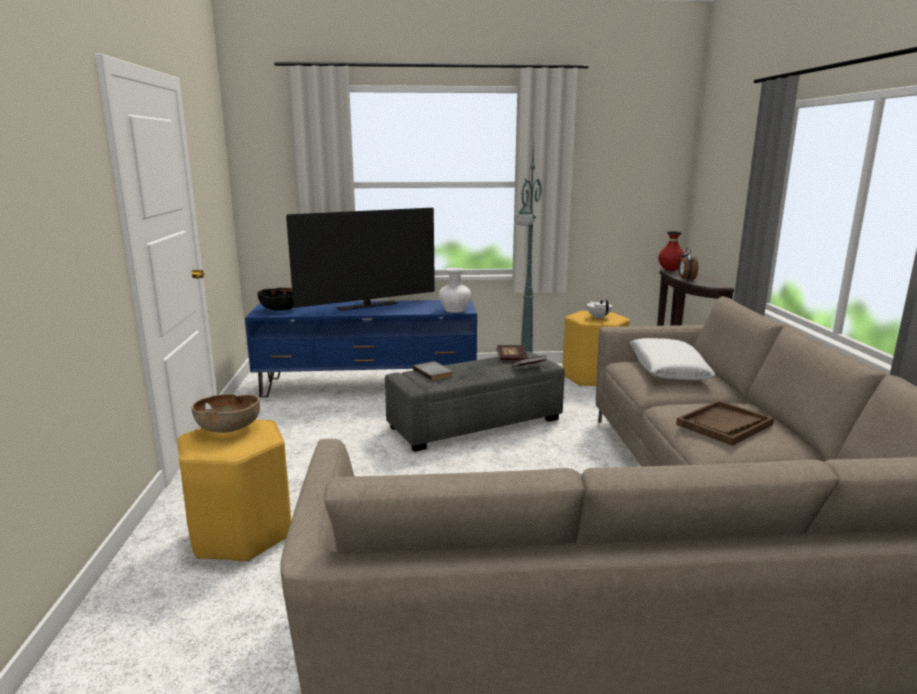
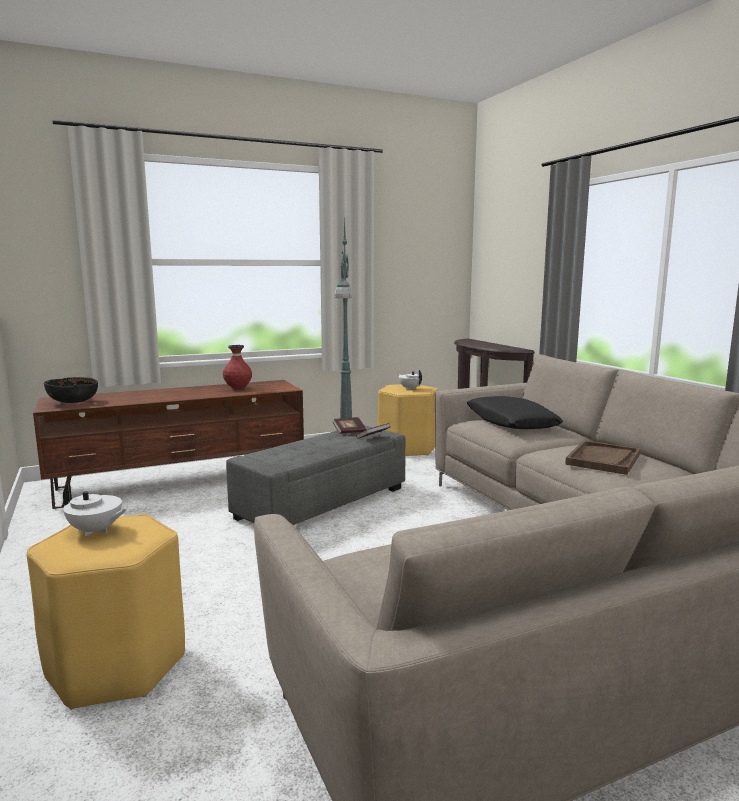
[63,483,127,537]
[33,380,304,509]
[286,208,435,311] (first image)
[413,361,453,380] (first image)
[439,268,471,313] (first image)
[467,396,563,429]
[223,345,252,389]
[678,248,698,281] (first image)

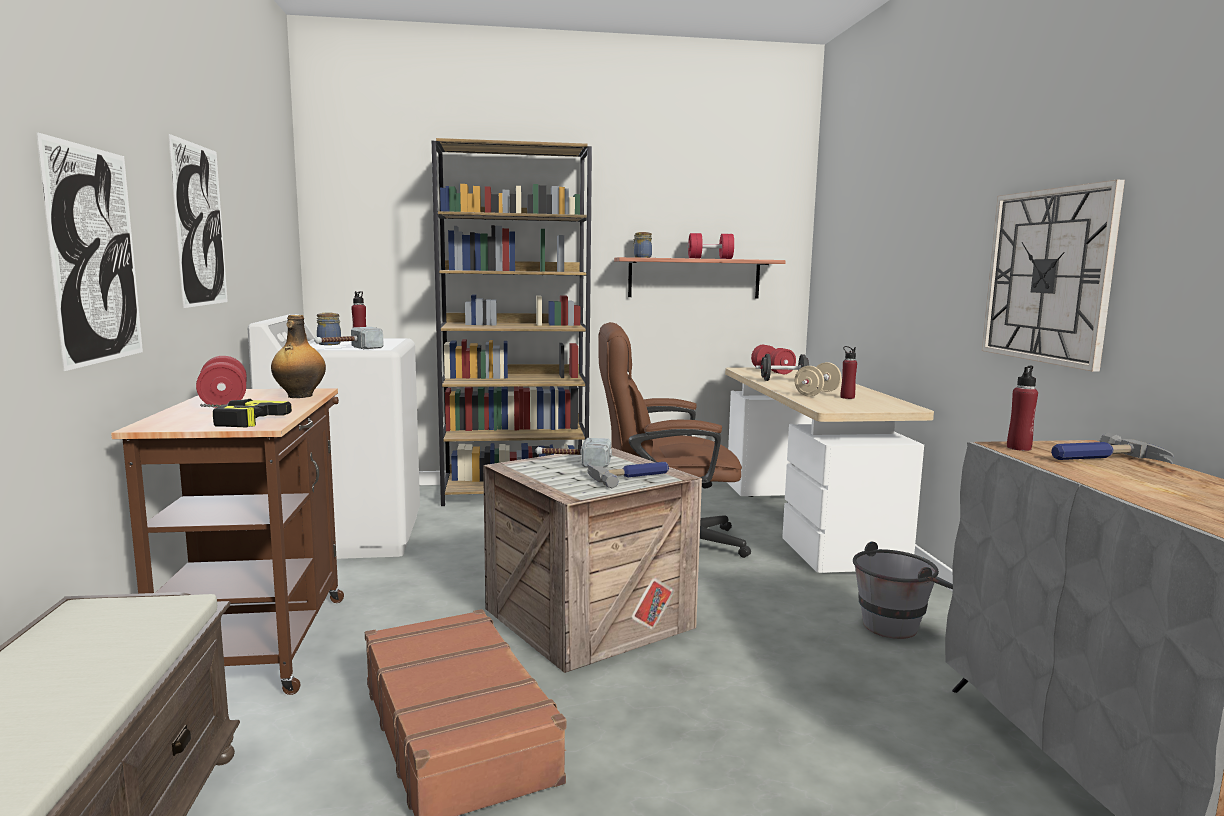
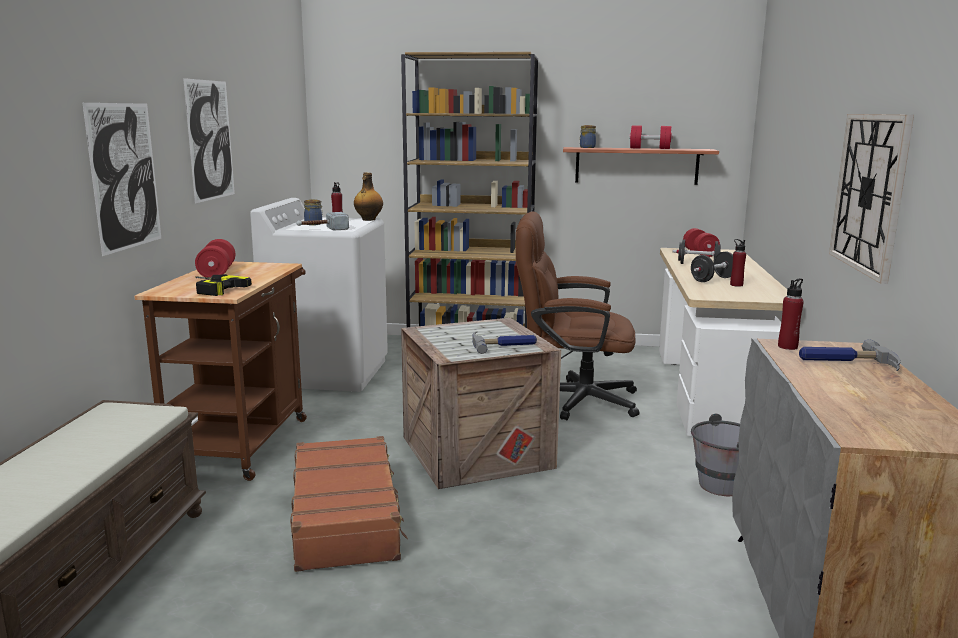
[354,172,383,221]
[536,438,612,468] (first image)
[691,251,733,282]

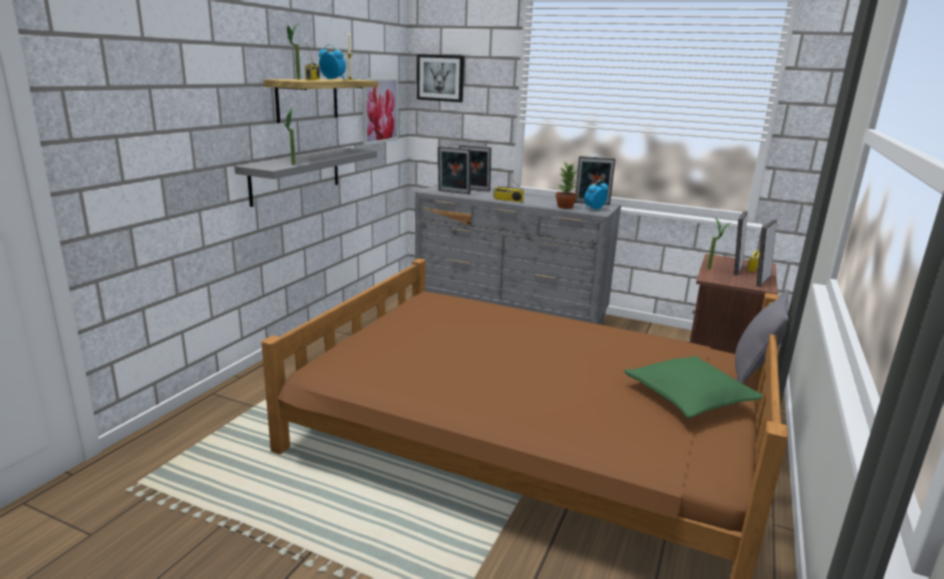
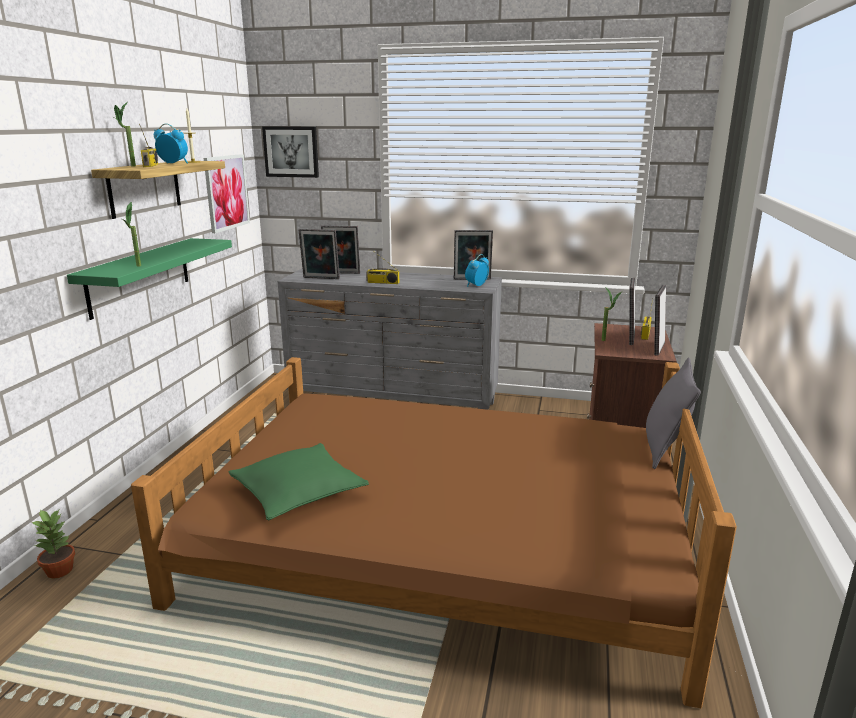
[67,238,232,320]
[32,509,75,578]
[228,443,369,520]

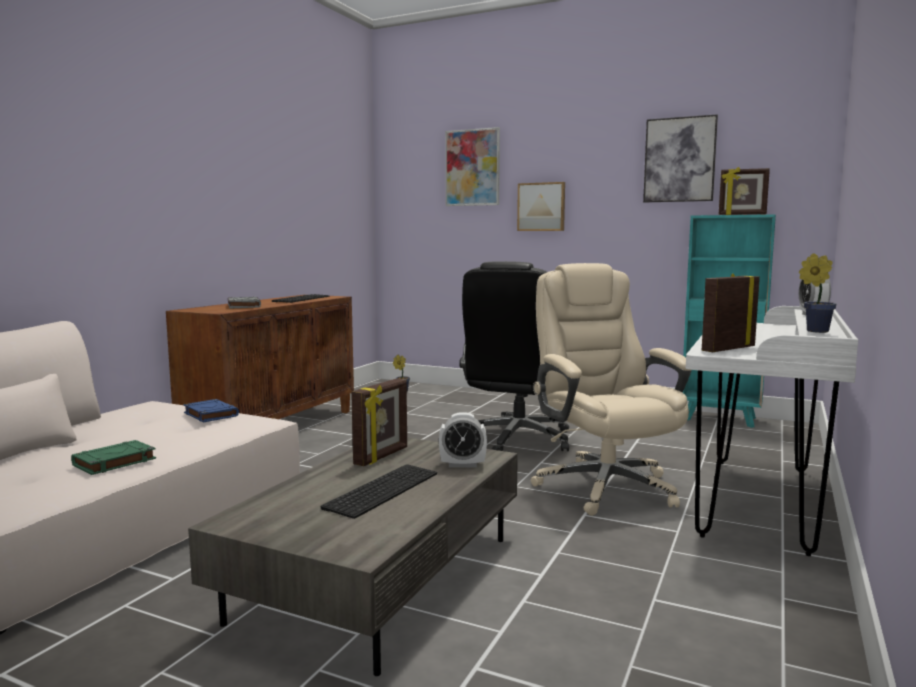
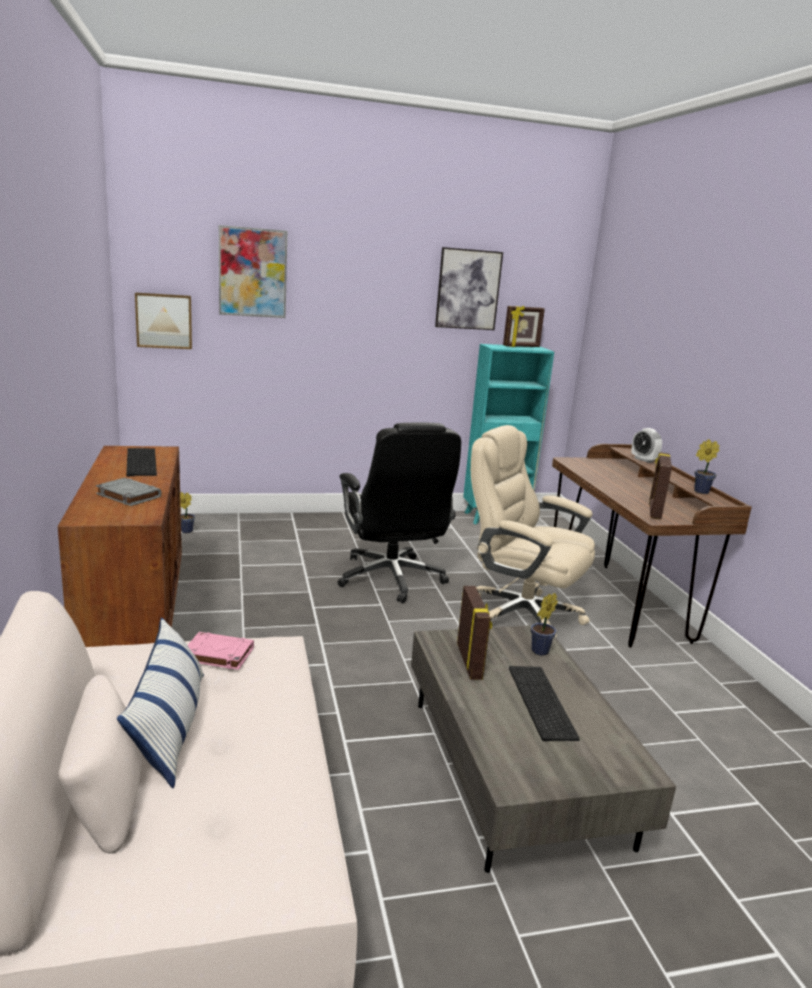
[71,440,156,475] (first image)
[187,632,254,670]
[531,593,558,655]
[135,293,192,349]
[552,444,752,648]
[117,618,204,788]

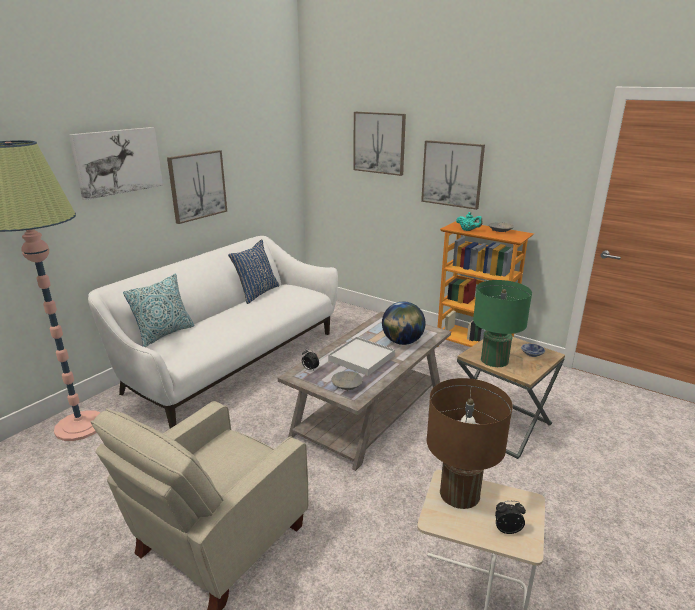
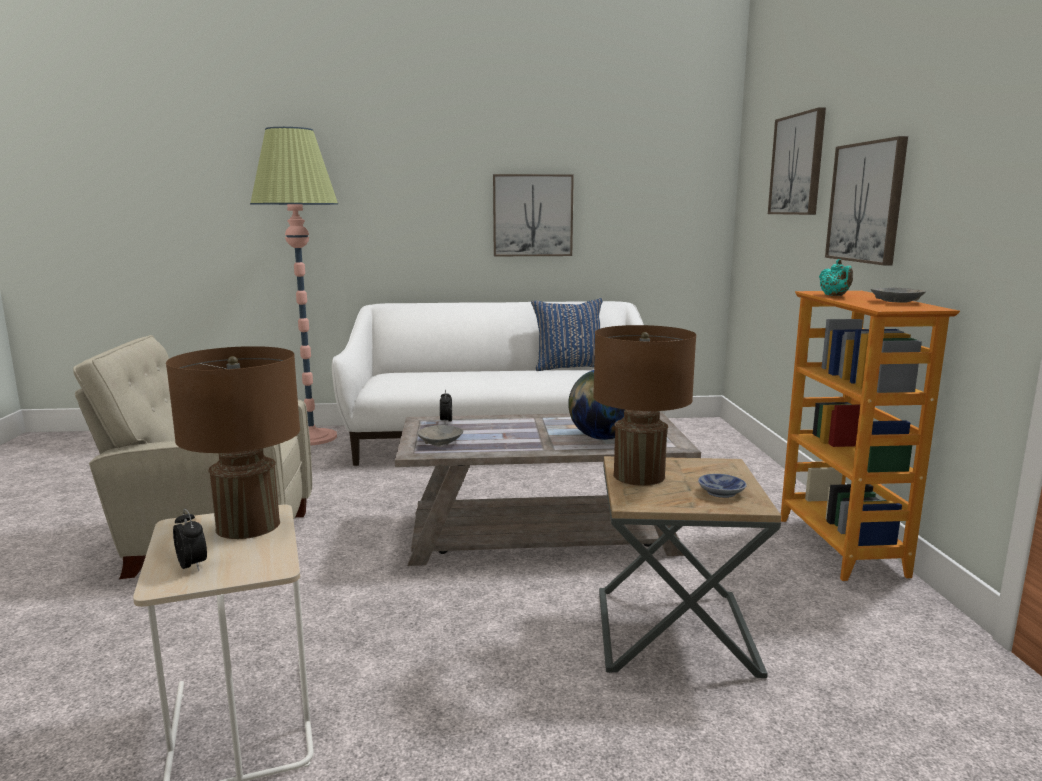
[69,127,163,200] (first image)
[123,273,195,347] (first image)
[328,337,395,376] (first image)
[593,325,696,486]

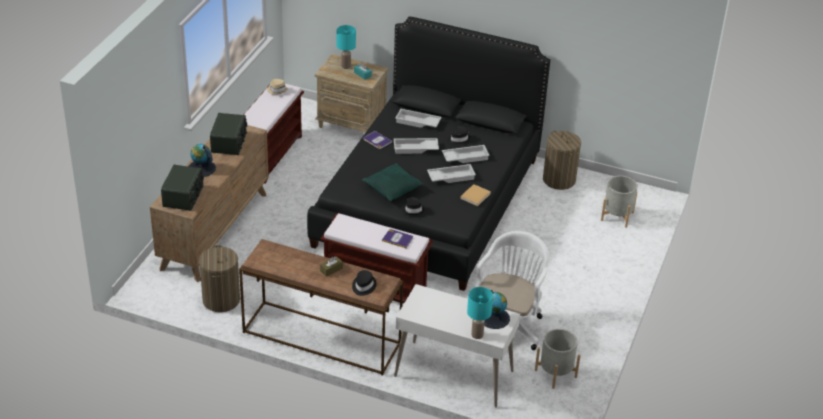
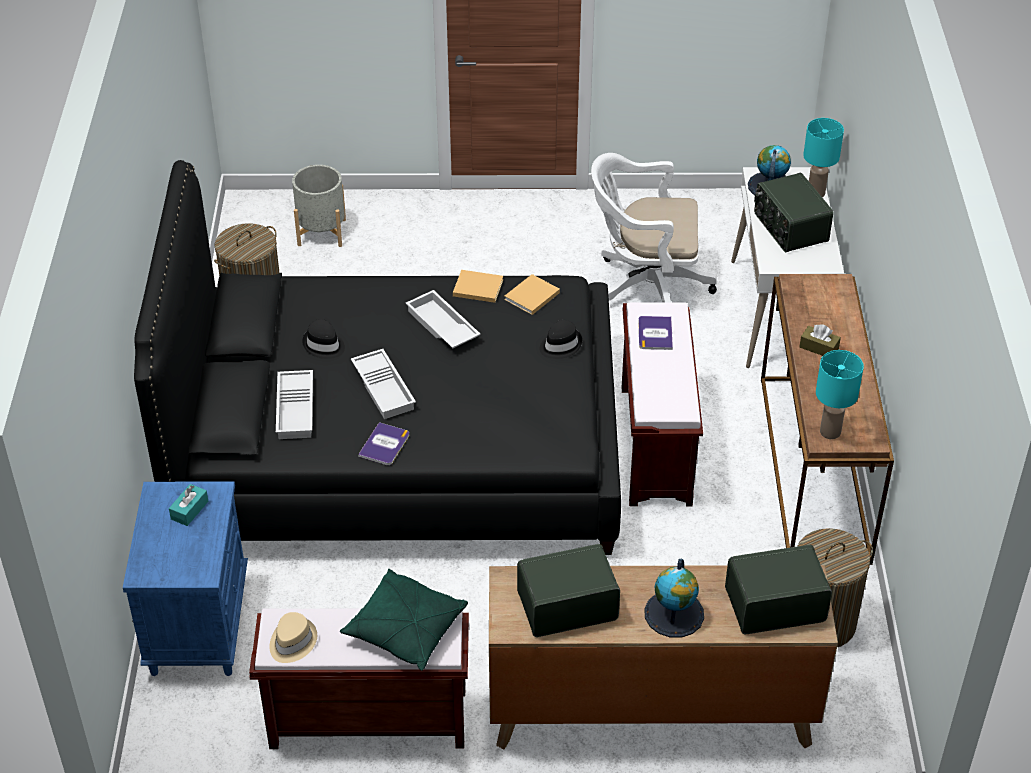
[123,481,248,676]
[816,350,864,439]
[352,270,377,296] (first image)
[340,569,468,671]
[442,145,490,163] (first image)
[535,328,581,389] (first image)
[504,274,560,315]
[754,173,833,252]

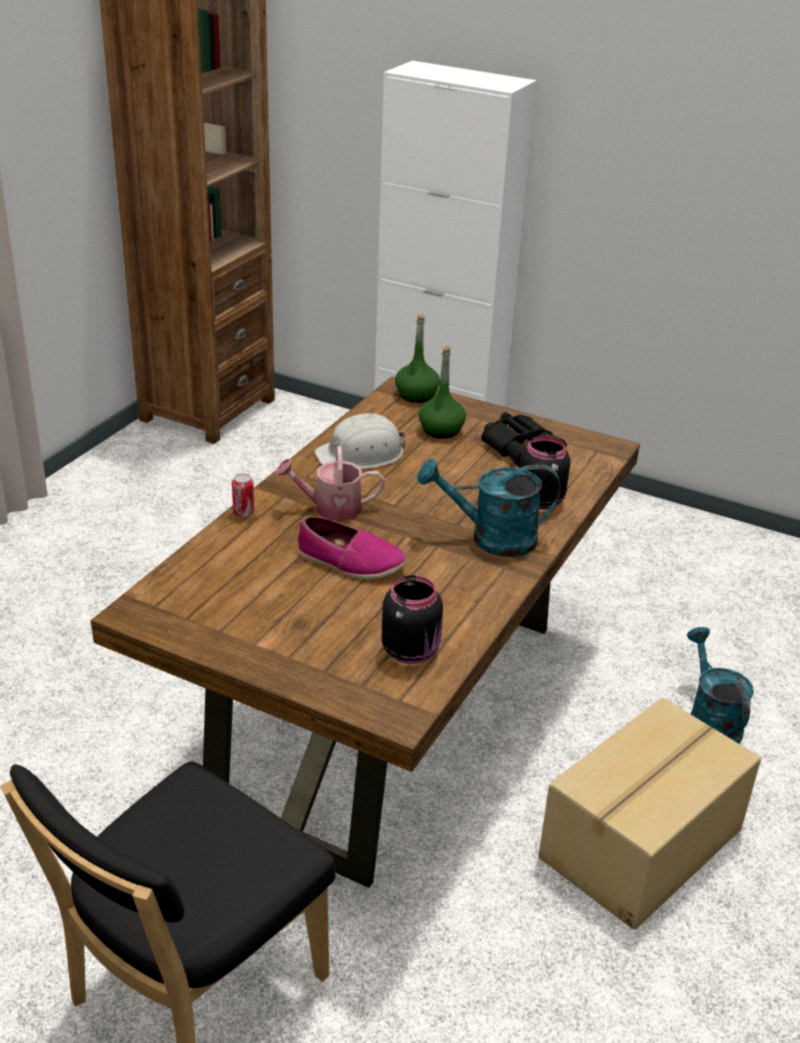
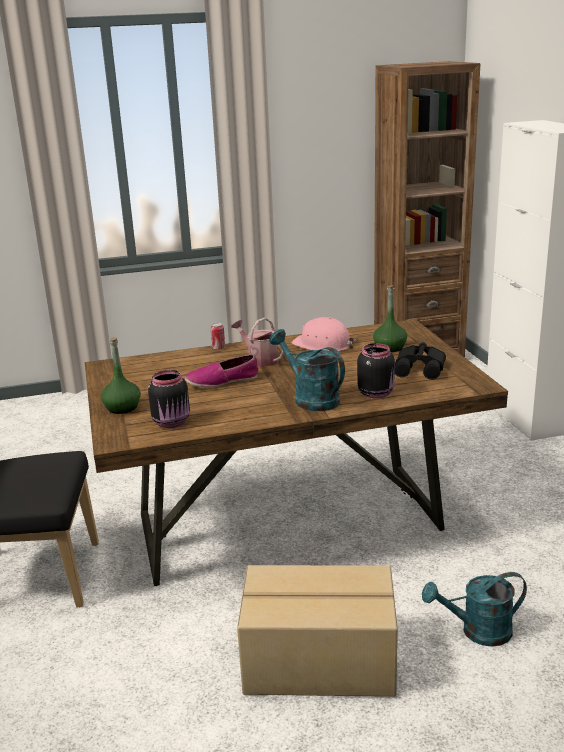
[185,354,258,388]
[292,317,356,351]
[101,337,141,414]
[422,572,527,647]

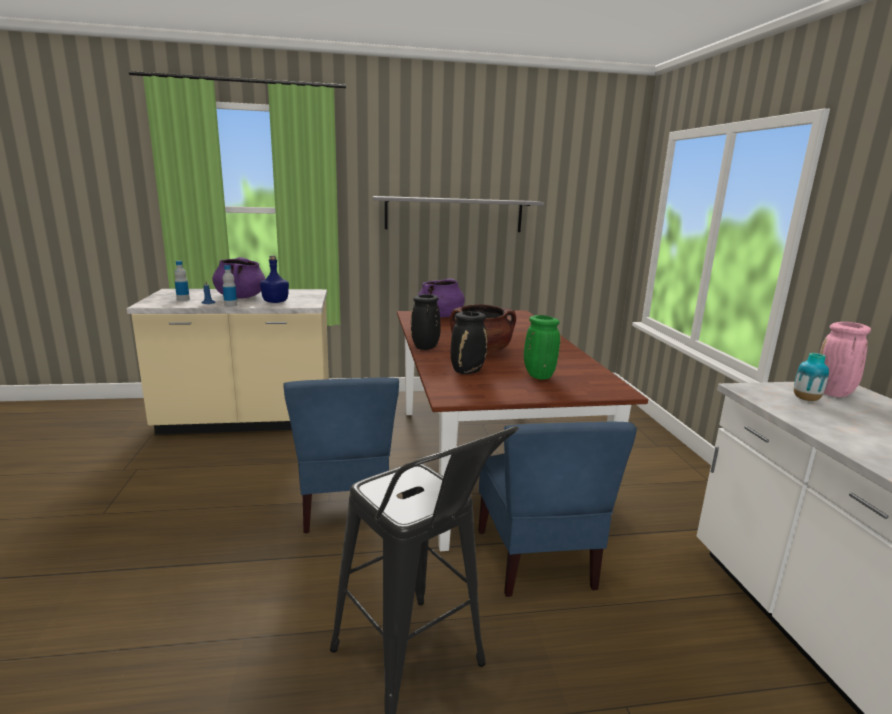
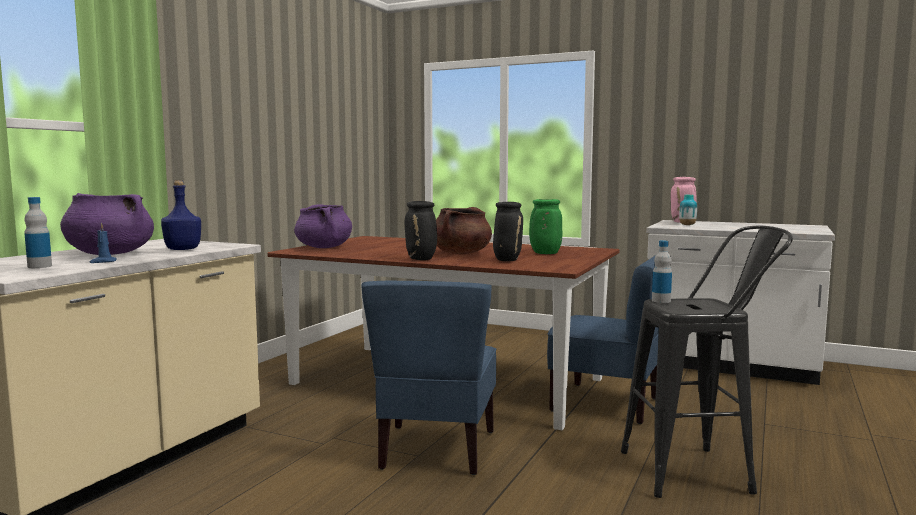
[652,240,672,303]
[361,281,497,475]
[373,196,544,232] (first image)

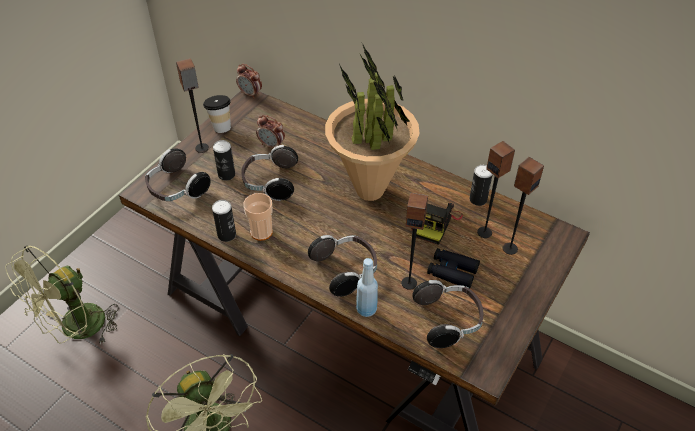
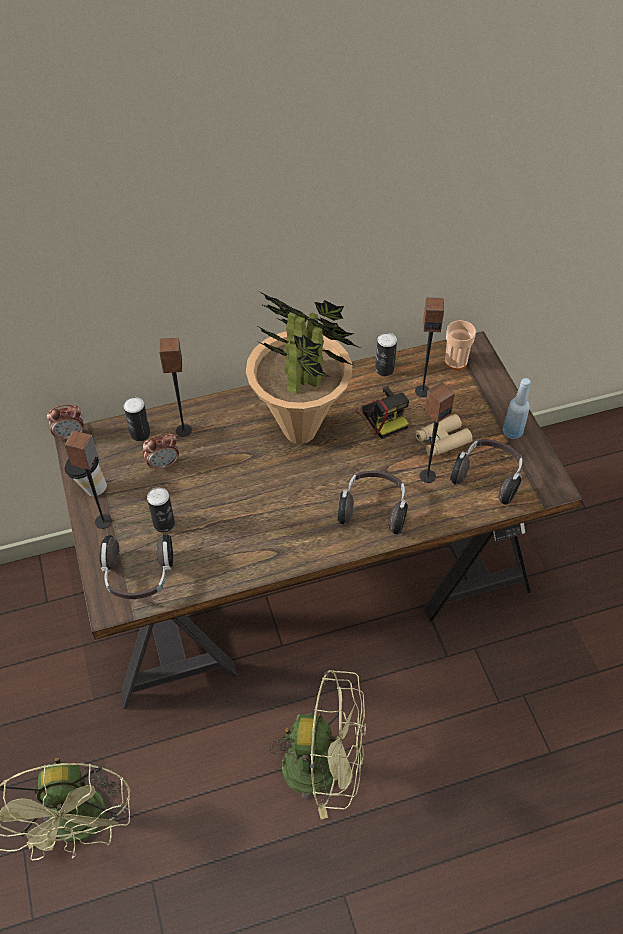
[124,397,150,441]
[241,145,298,201] (first image)
[445,320,476,370]
[503,378,531,439]
[415,414,473,456]
[159,338,192,437]

